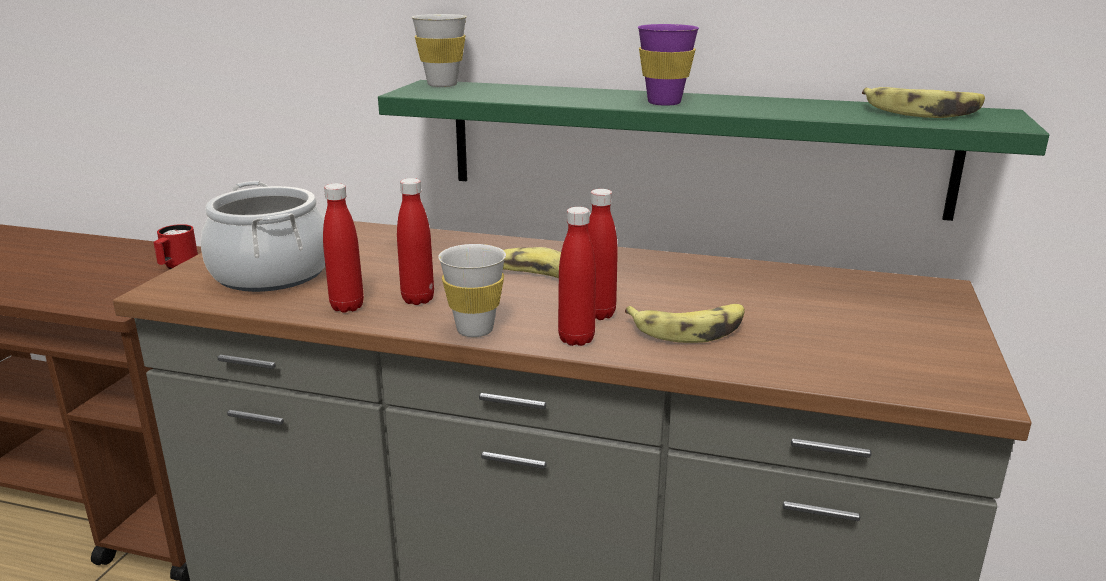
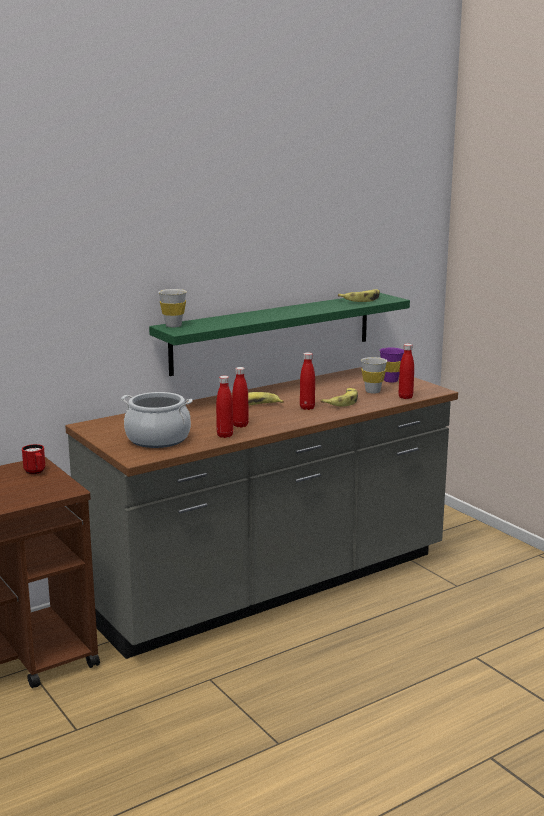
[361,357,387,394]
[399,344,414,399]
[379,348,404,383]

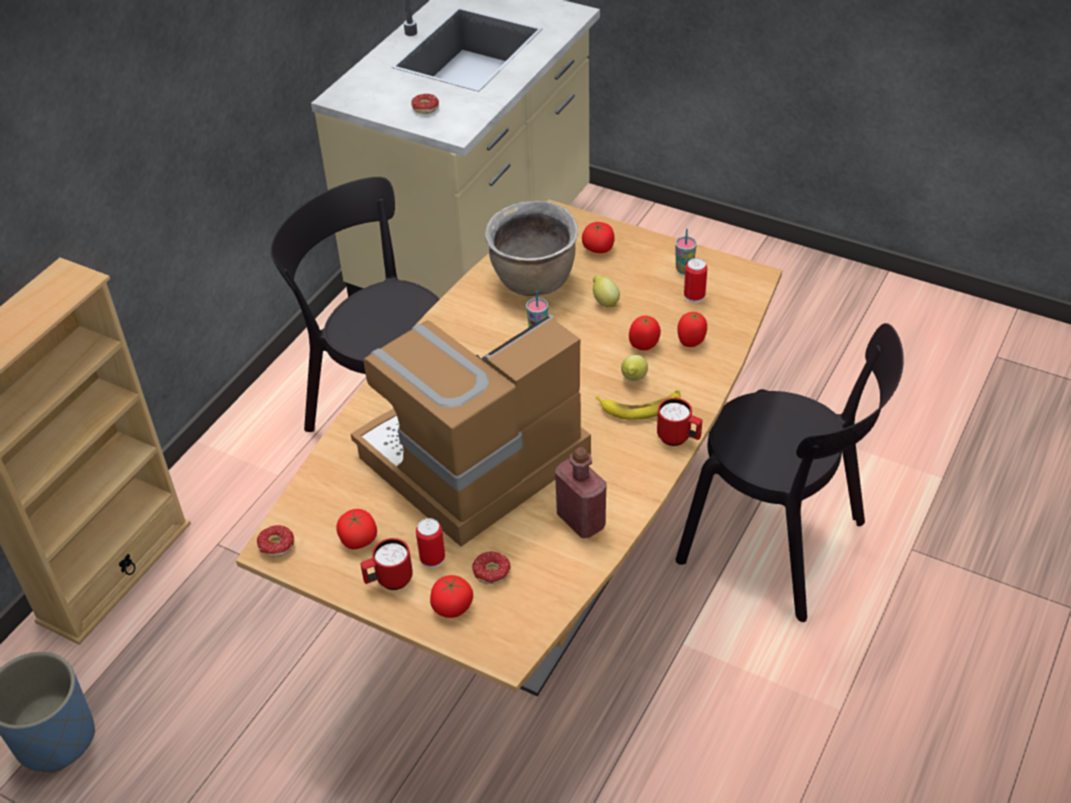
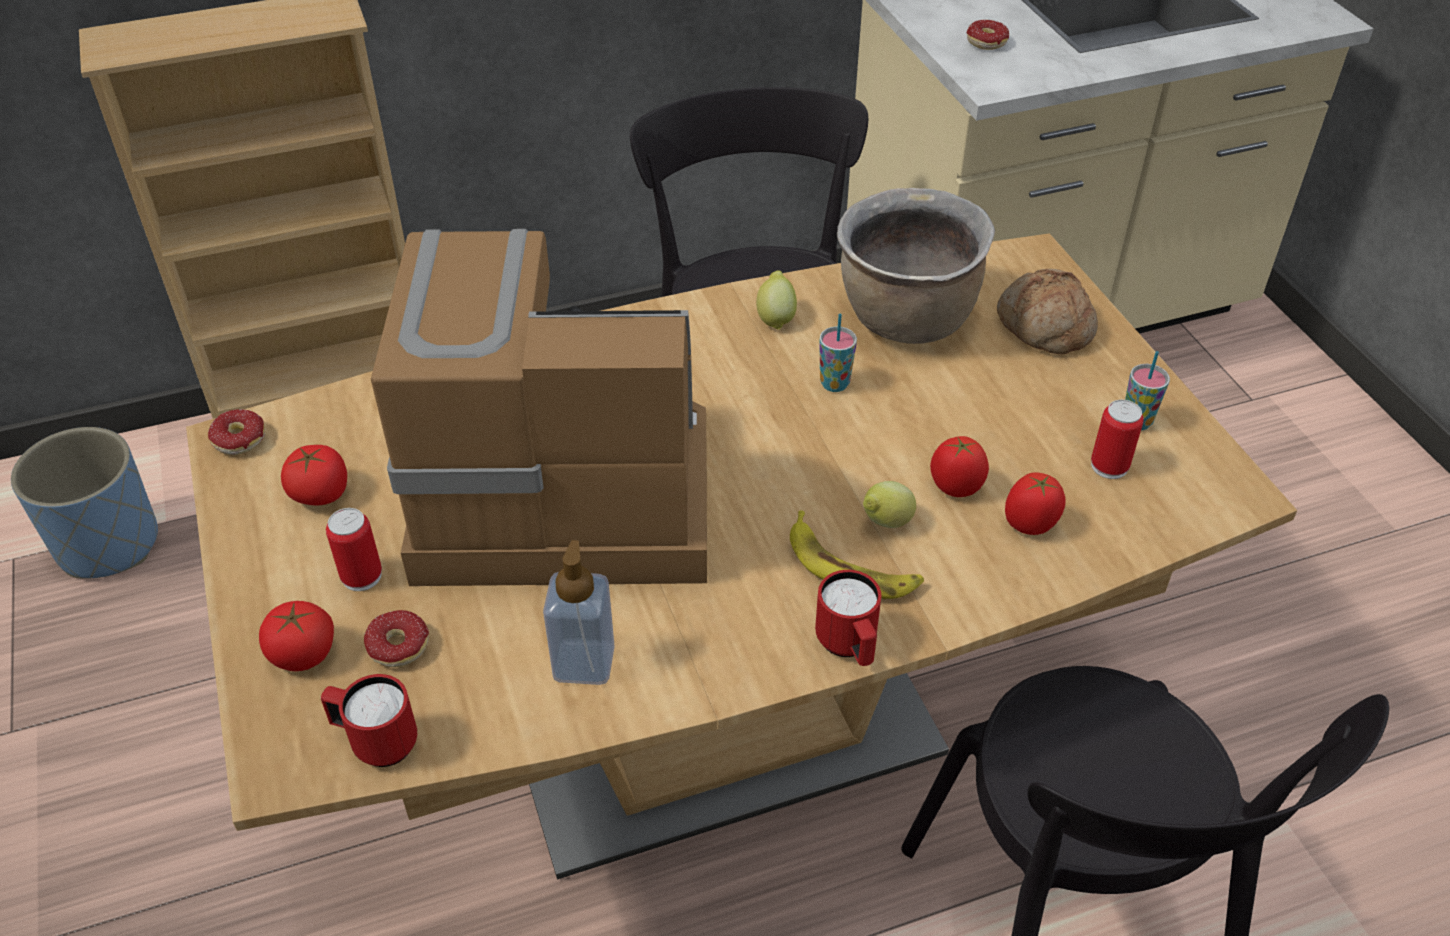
[321,674,417,767]
[543,540,615,685]
[997,269,1098,354]
[756,270,797,330]

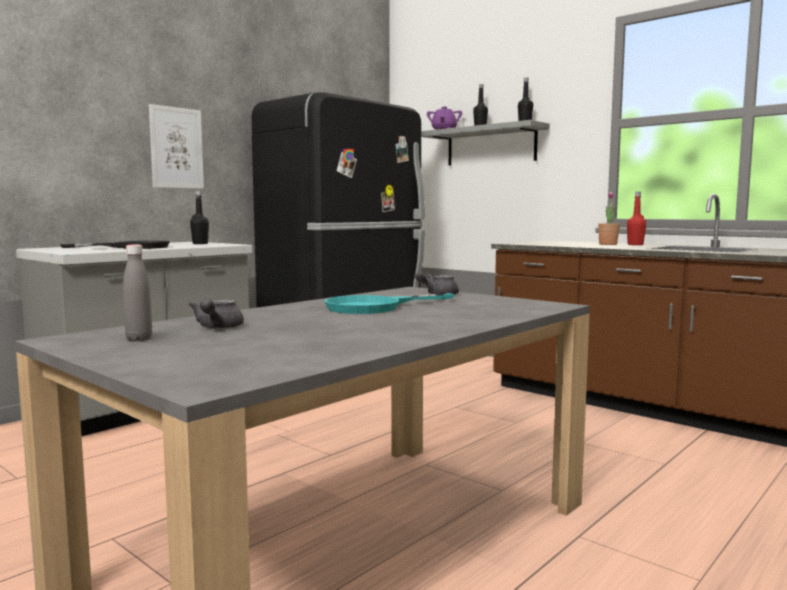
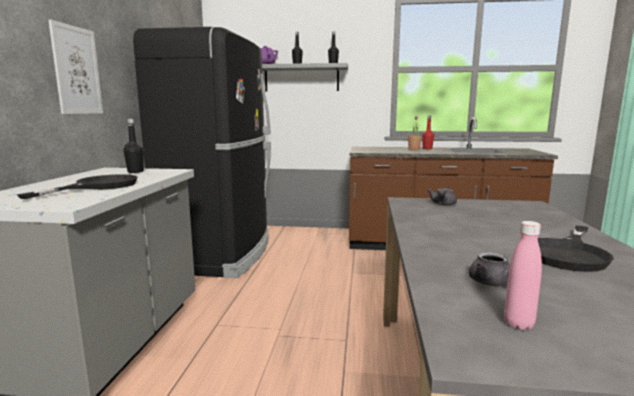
[504,221,542,330]
[325,293,454,314] (first image)
[538,225,614,272]

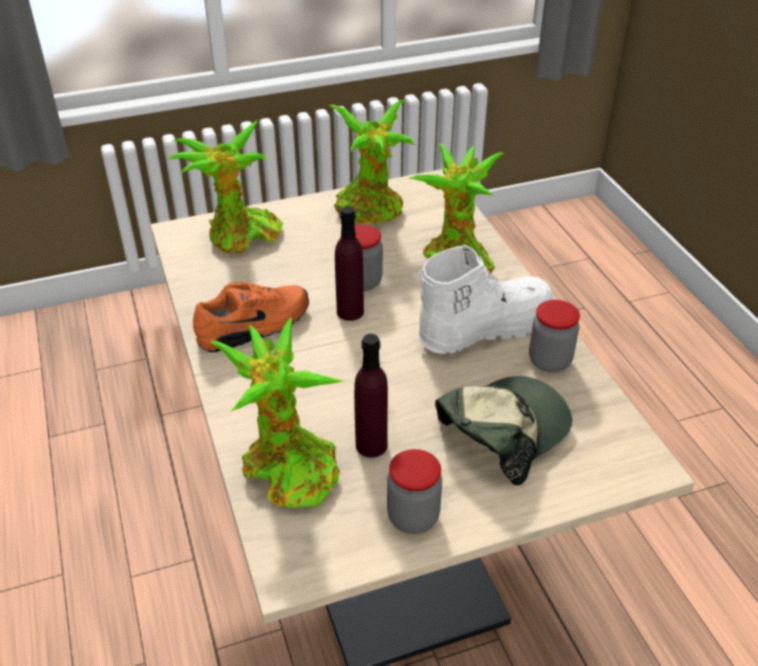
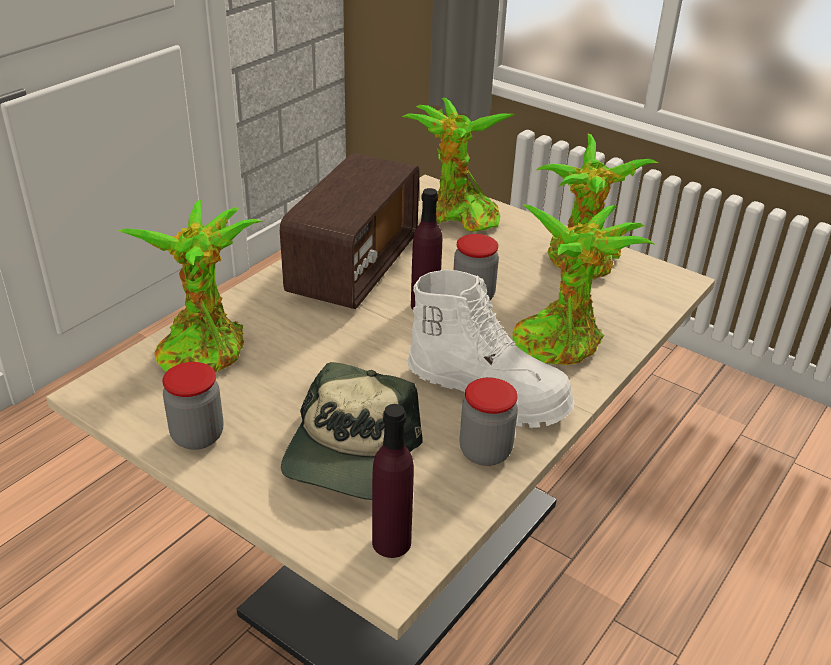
[280,153,420,309]
[372,404,414,558]
[281,362,423,500]

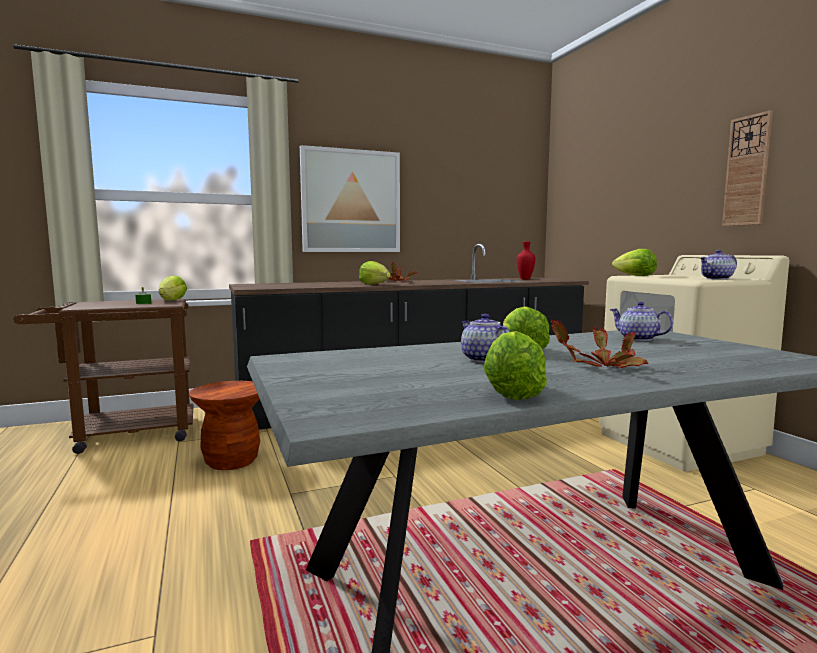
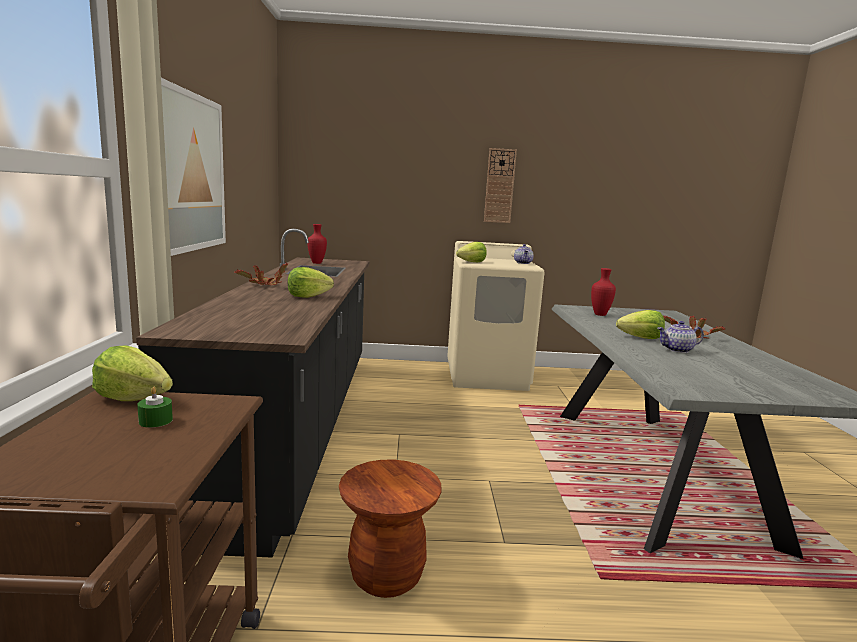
[484,331,547,400] (first image)
[591,268,616,316]

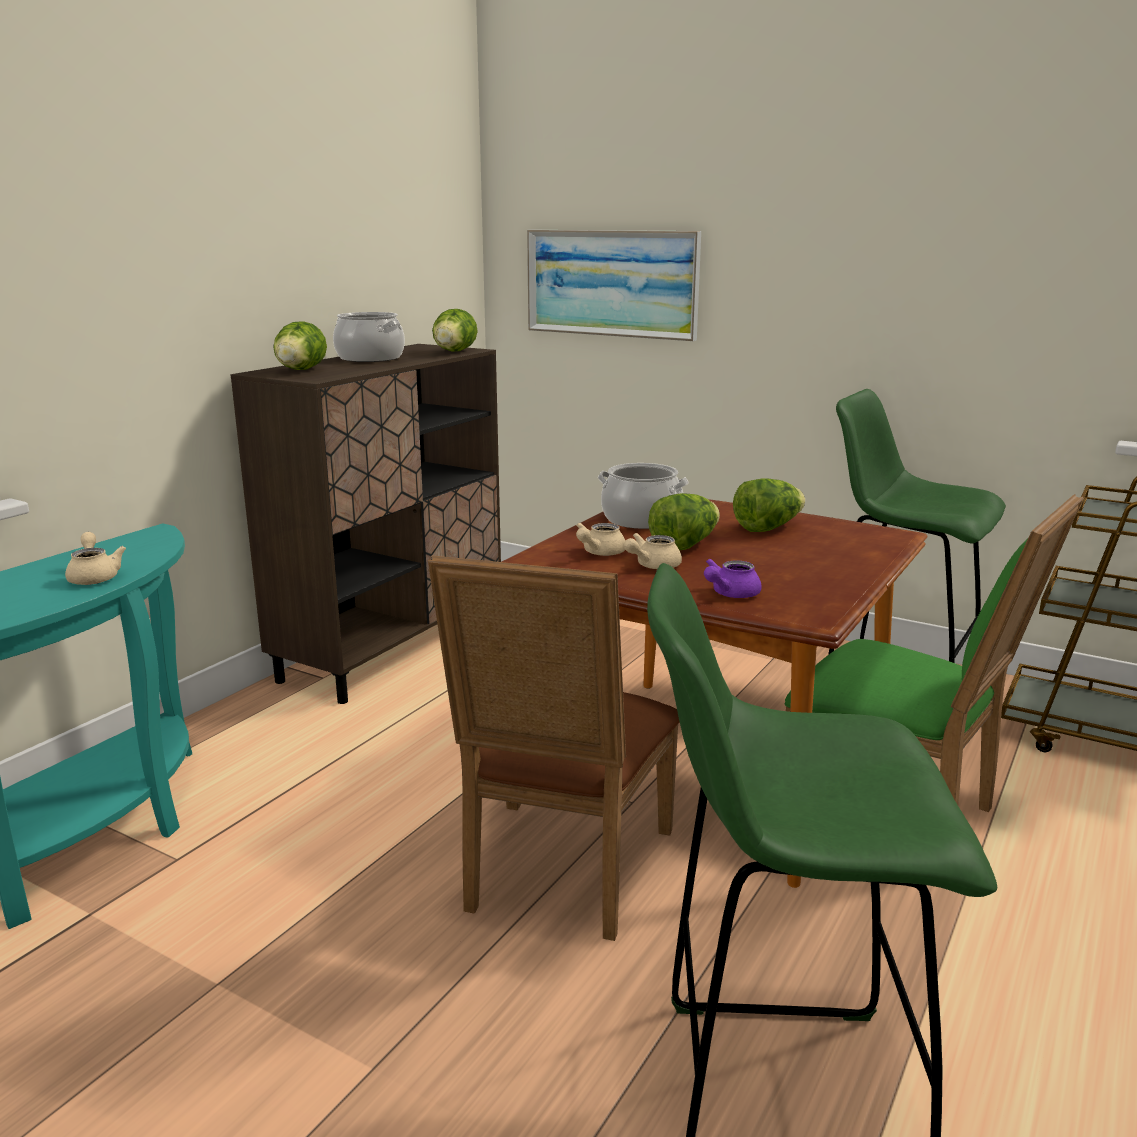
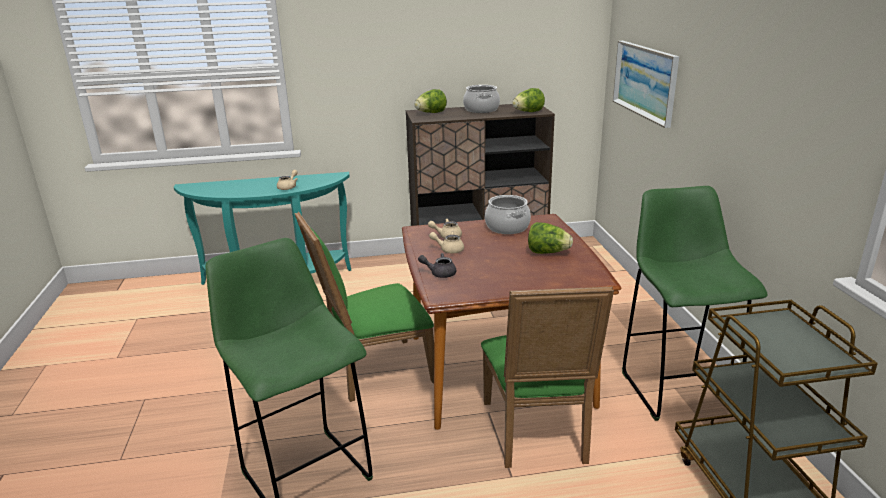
[295,212,434,402]
[648,493,720,550] (first image)
[418,253,456,278]

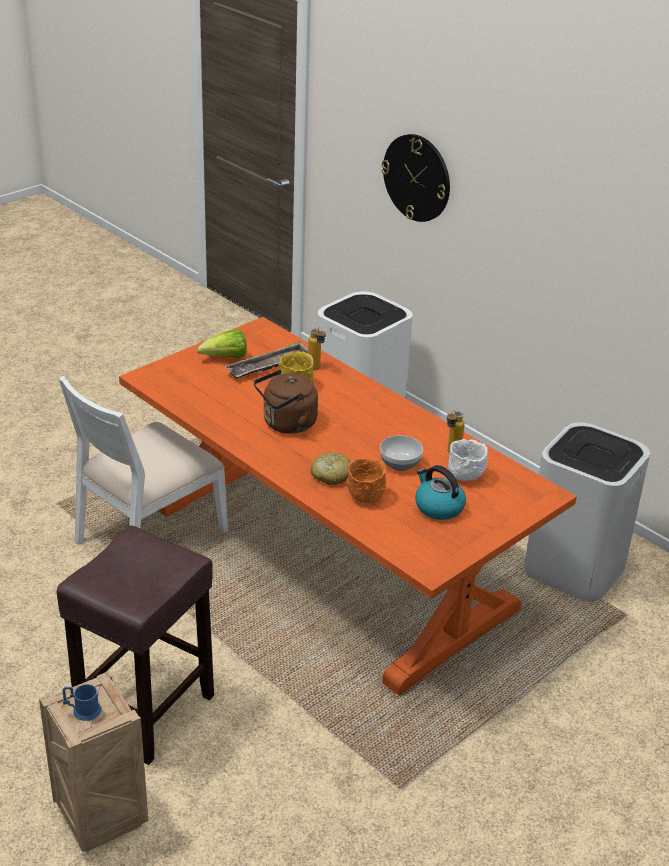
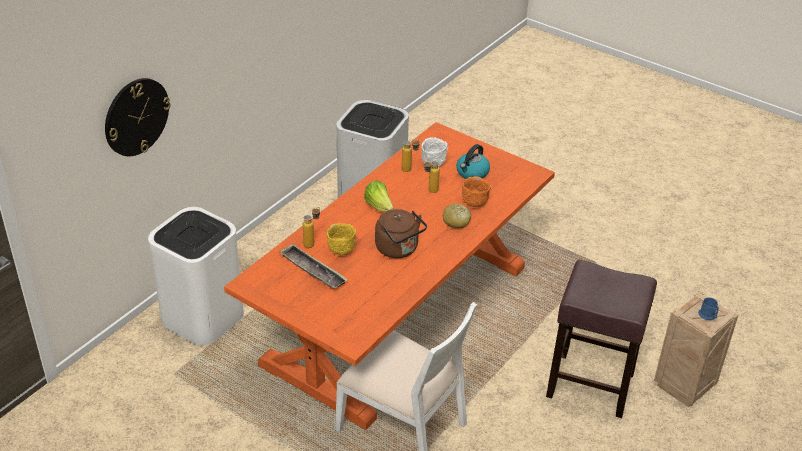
[364,181,394,212]
[424,160,440,193]

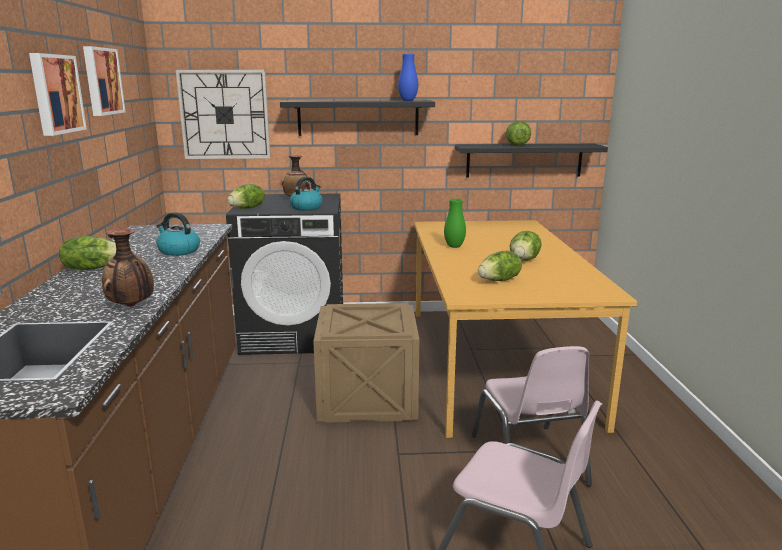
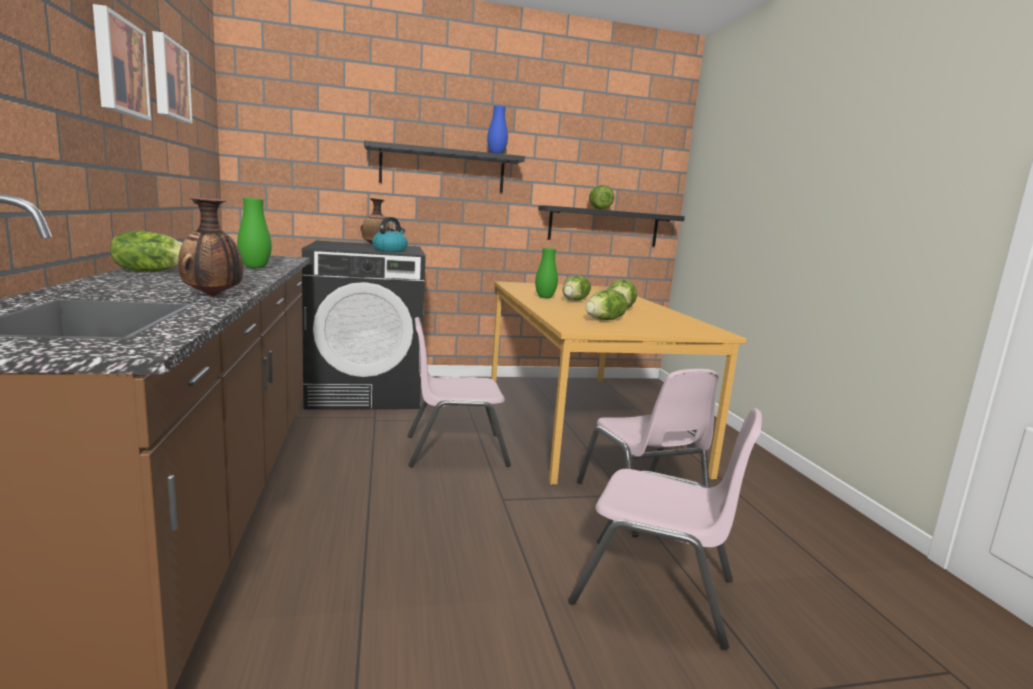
[237,198,272,269]
[176,70,271,159] (first image)
[563,275,591,301]
[408,317,511,467]

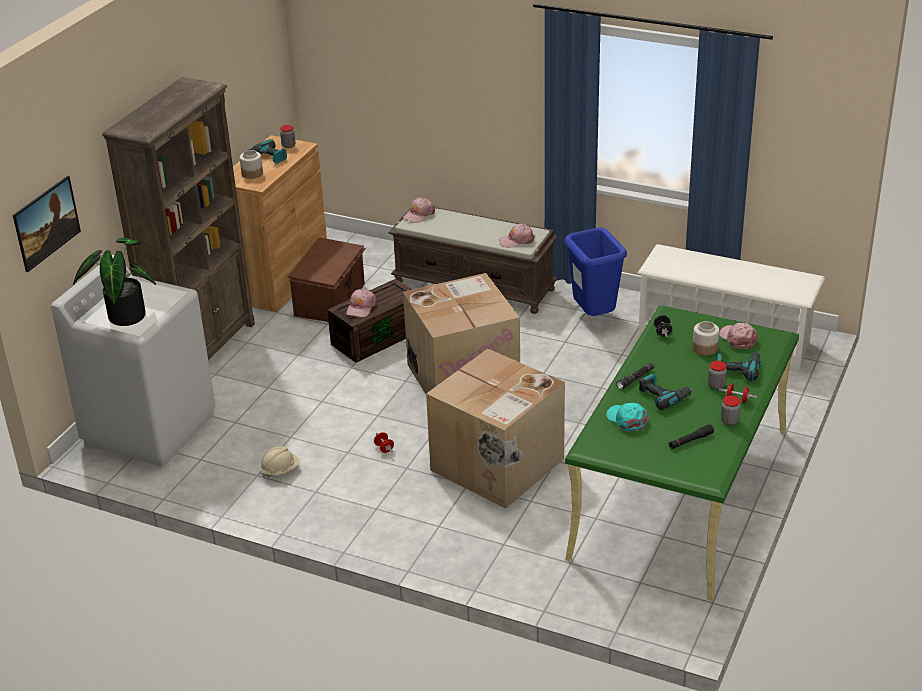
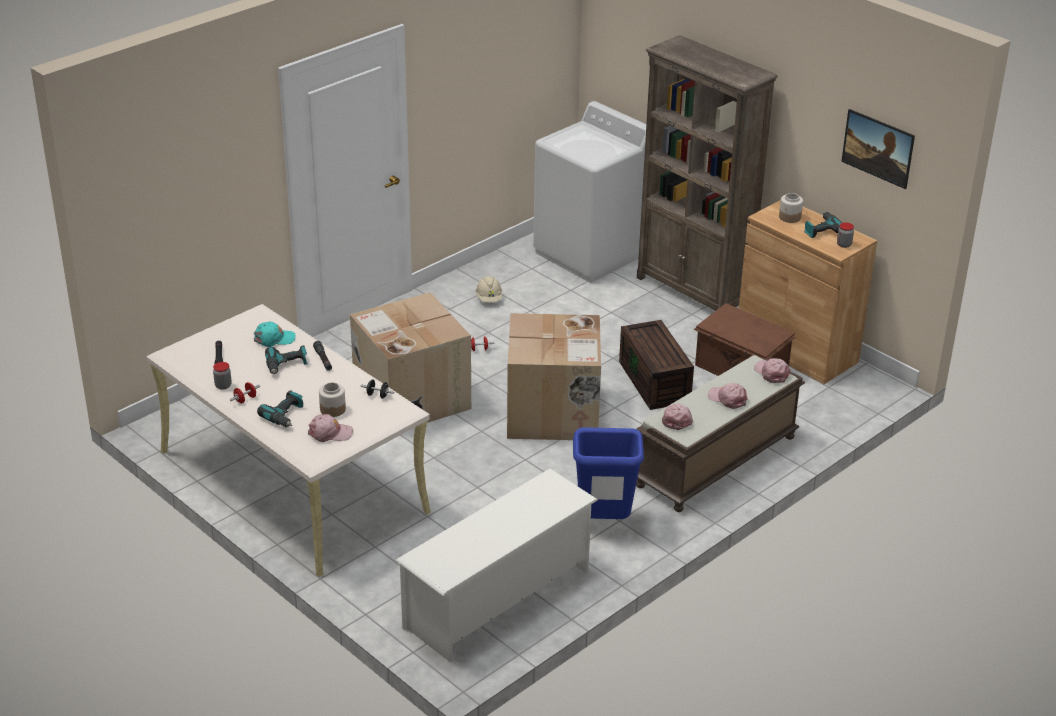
[841,109,915,189]
[73,238,156,326] (first image)
[708,383,748,409]
[146,304,431,577]
[708,361,727,390] (first image)

